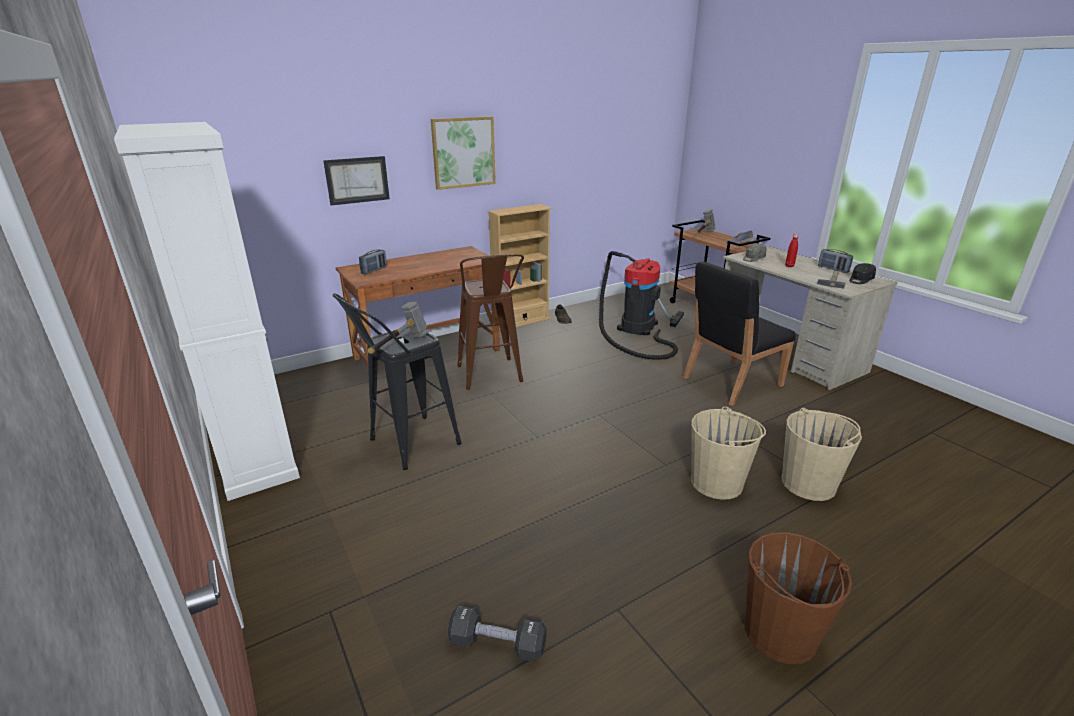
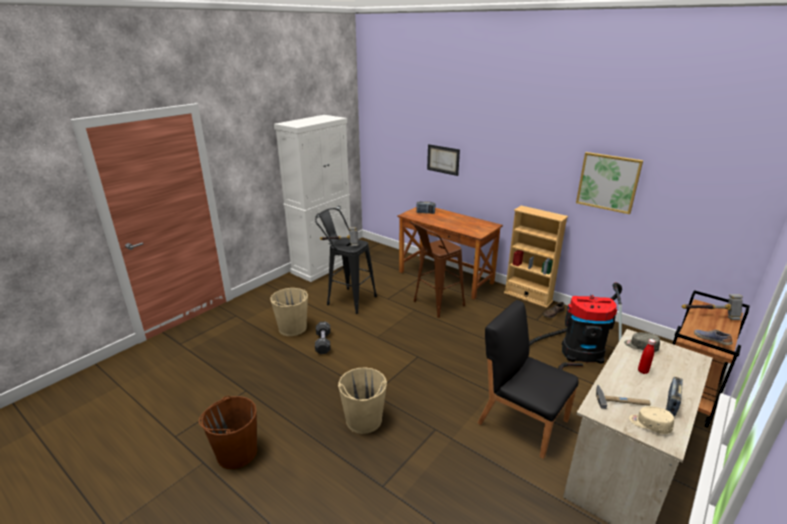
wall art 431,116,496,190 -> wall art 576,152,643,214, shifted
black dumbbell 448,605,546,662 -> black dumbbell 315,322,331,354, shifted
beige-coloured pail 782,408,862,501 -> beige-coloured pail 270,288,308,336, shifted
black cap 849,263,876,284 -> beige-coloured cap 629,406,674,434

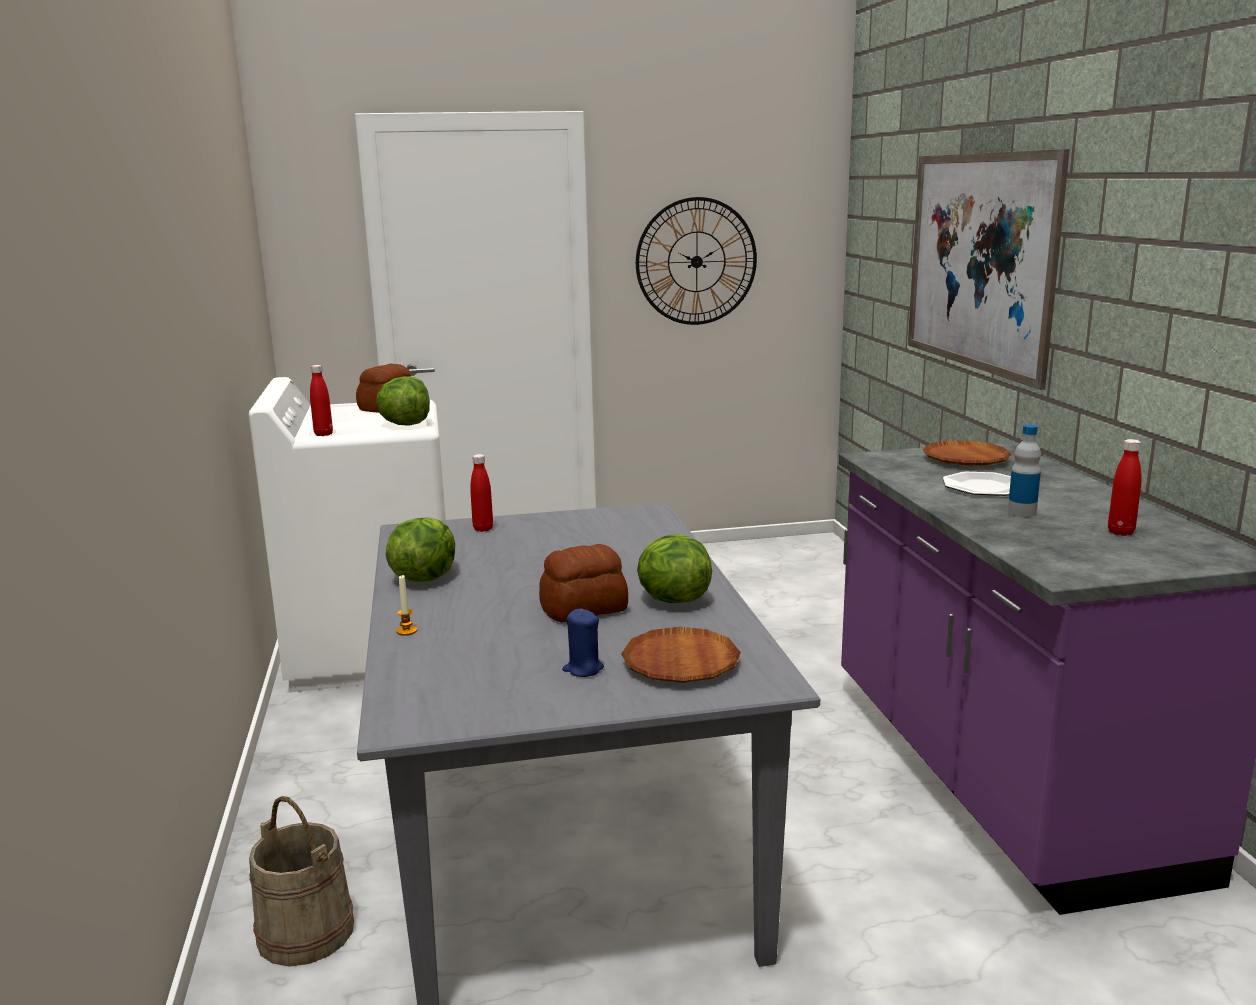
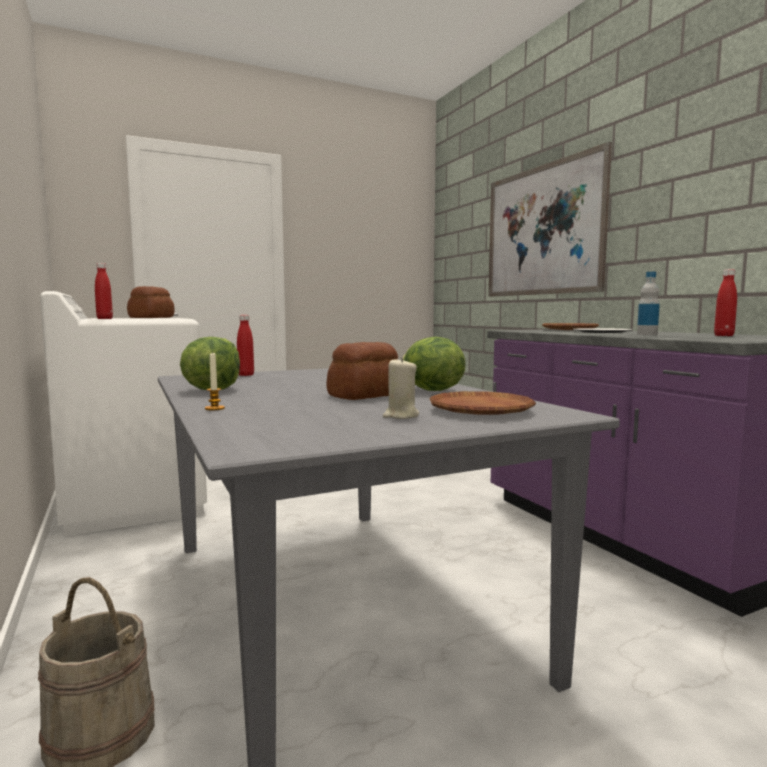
head of lettuce 376,376,430,426 -> none
bluish wax light 562,609,604,677 -> beige-coloured wax light 383,357,419,419
hanging clock 636,197,757,325 -> none

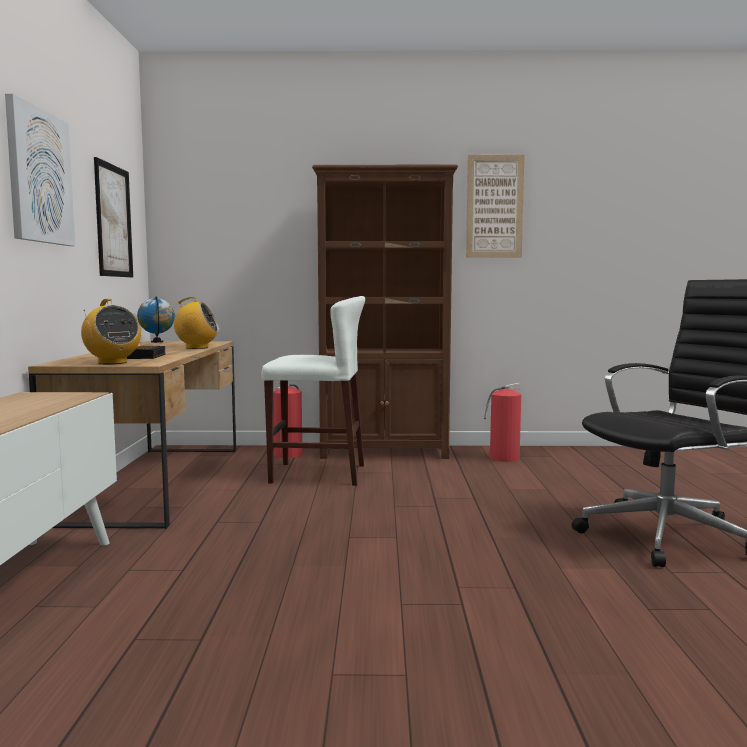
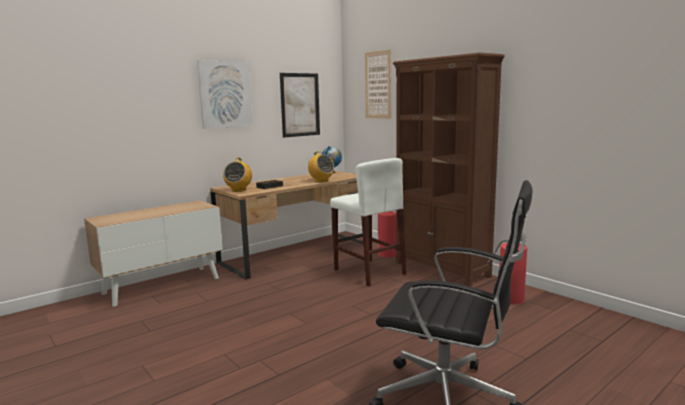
wall art 466,155,524,257 -> wall art 365,49,392,119, shifted

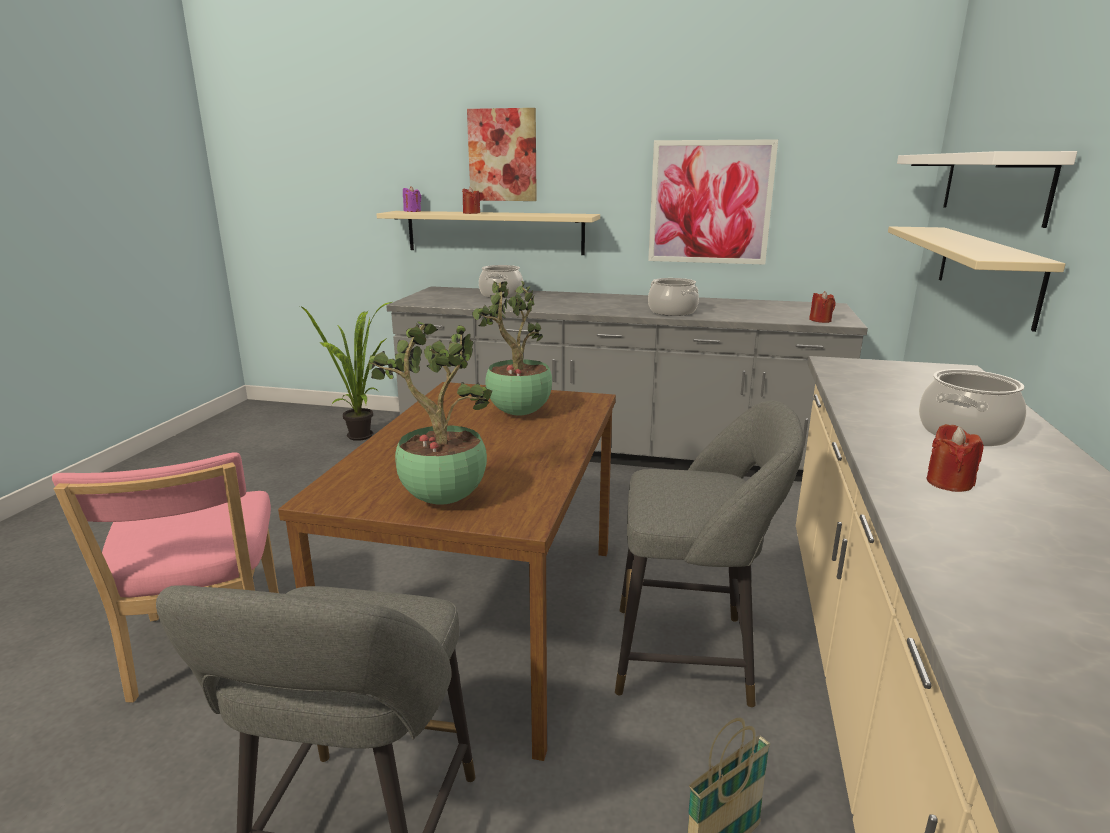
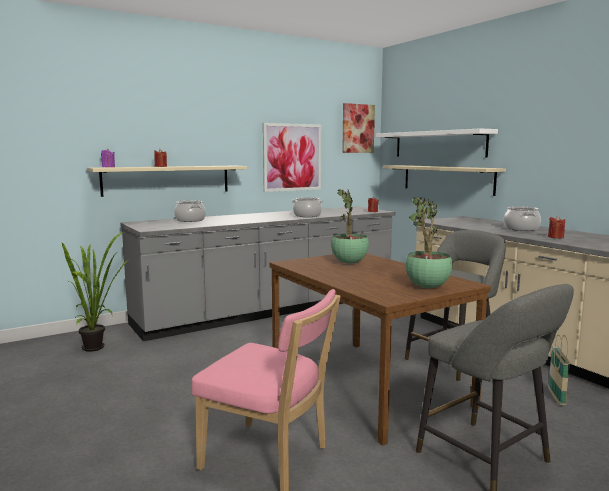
wall art 467,108,537,201 -> wall art 342,103,375,153, shifted

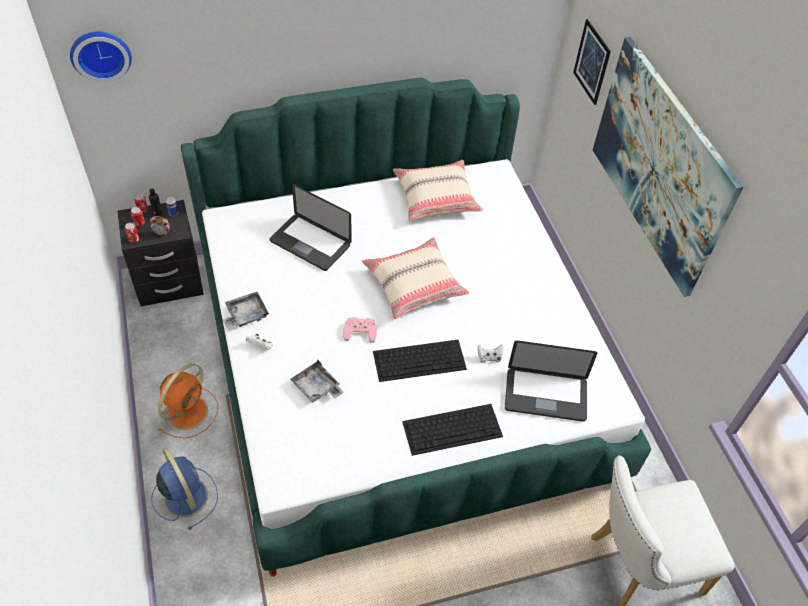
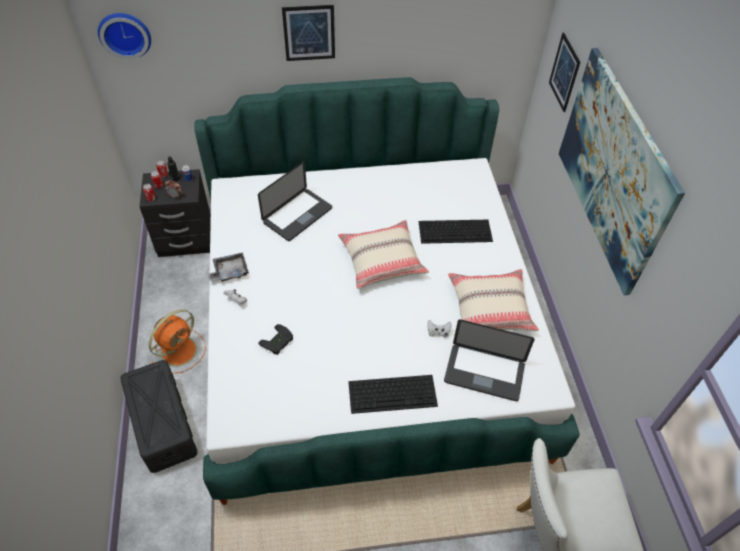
bluish fan 151,448,218,530 -> black storage bin 120,360,197,473
notebook computer 269,184,352,271 -> notebook computer 258,161,332,241, 90 degrees counterclockwise
gray tray 290,360,344,403 -> black gamepad 258,324,293,355
pinkish gamepad 343,317,377,343 -> none
PC keyboard 373,340,467,382 -> PC keyboard 419,220,493,244, shifted
beige-coloured throw pillow 393,160,483,221 -> beige-coloured throw pillow 448,269,539,331, shifted
none -> wall art 282,5,335,61

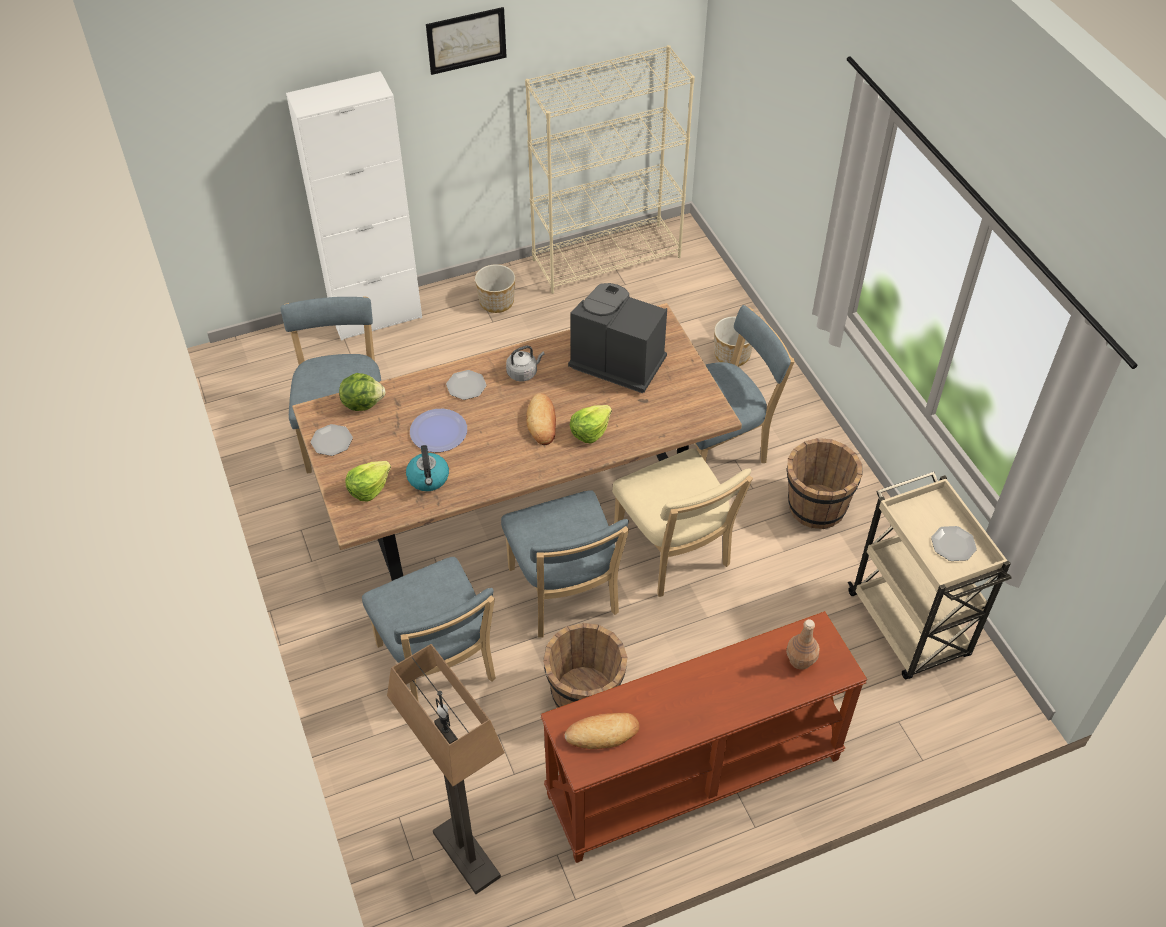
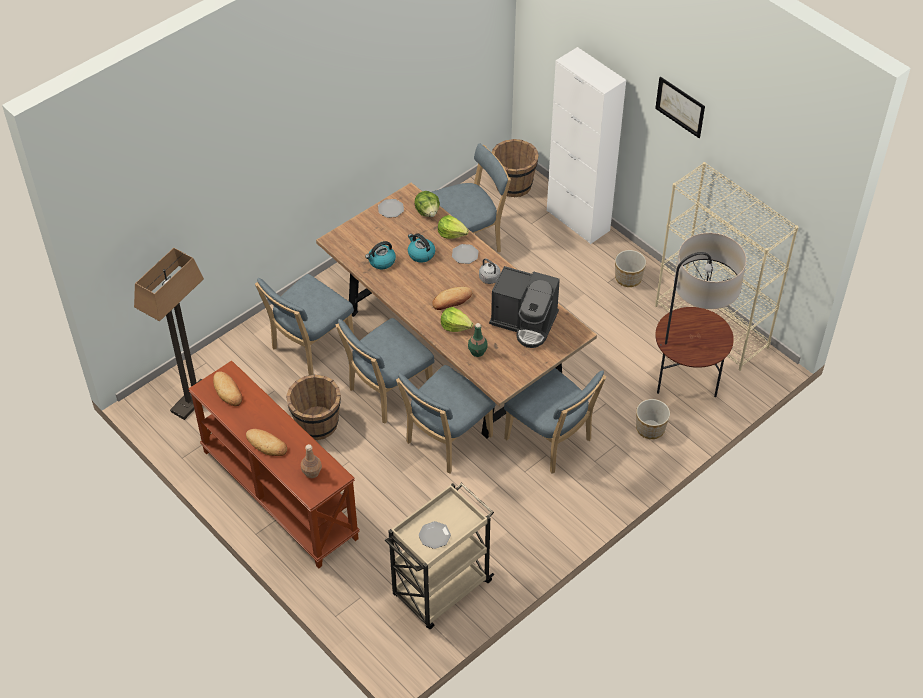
head of lettuce 345,461,391,502 -> head of lettuce 438,215,469,239, shifted
flat dish 410,409,467,452 -> kettle 408,234,435,263
coffee brewer 568,283,667,393 -> coffee brewer 489,266,560,348, 105 degrees clockwise
beige-coloured plain chair 612,449,753,597 -> bluish plain chair 396,365,496,473
brown pail 787,438,863,529 -> brown pail 492,139,539,197, shifted
none -> baked bread 246,429,287,456
none -> green-coloured bottle 468,323,488,357
none -> standard lamp 655,233,746,397

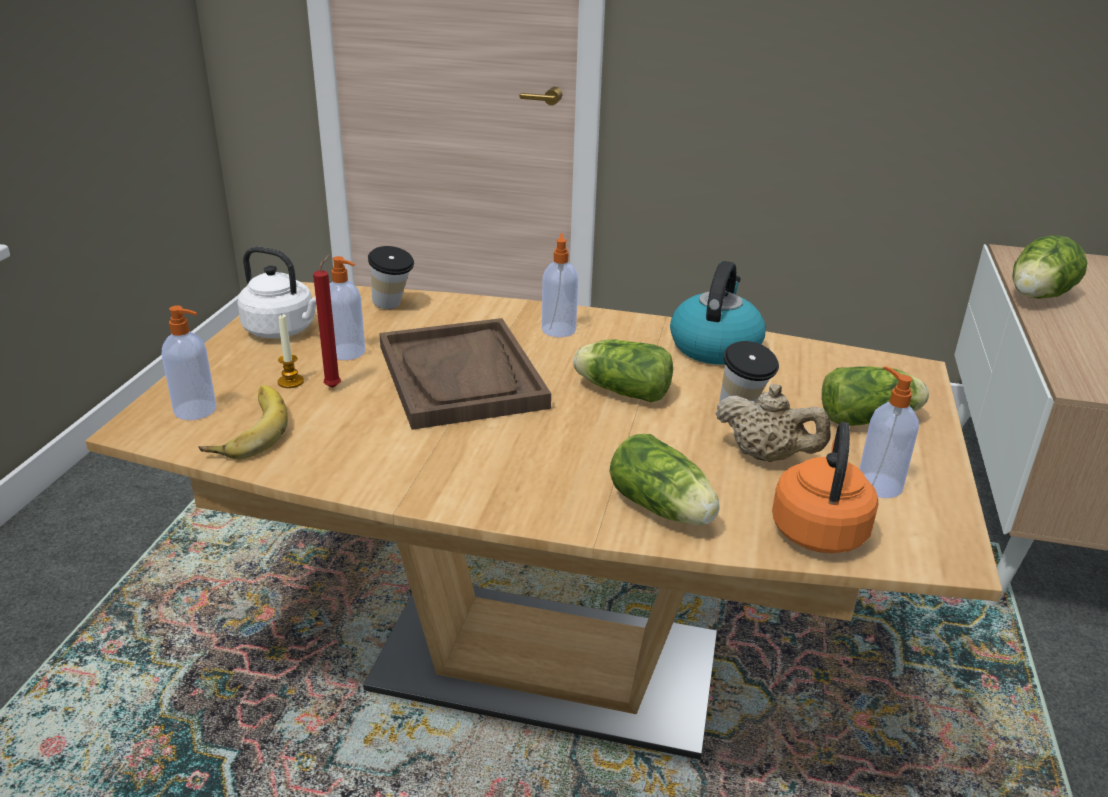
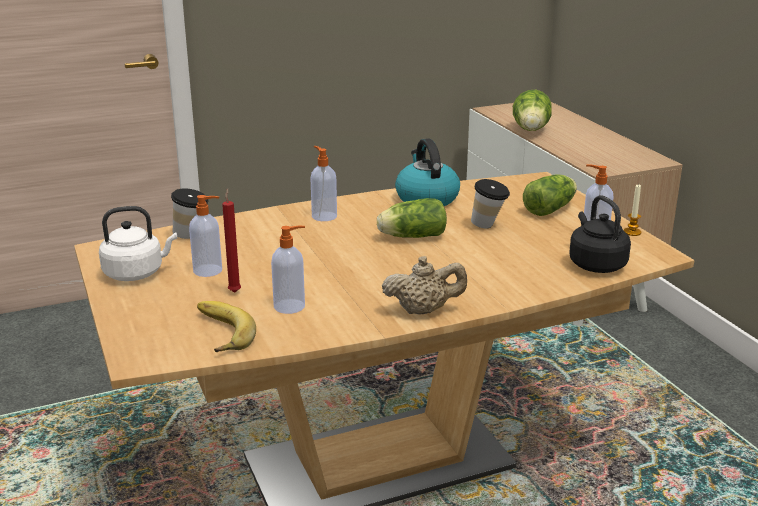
liquid soap bottle 161,305,216,420 -> liquid soap bottle 271,226,305,314, shifted
wax light 278,315,304,388 -> wax light 624,184,641,236, shifted
brown tray 379,318,551,430 -> none
head of lettuce 610,434,720,526 -> none
beige-coloured teapot 716,384,831,462 -> beige-coloured teapot 382,256,467,315, shifted
orange kettle 772,422,878,553 -> black kettle 569,195,631,273

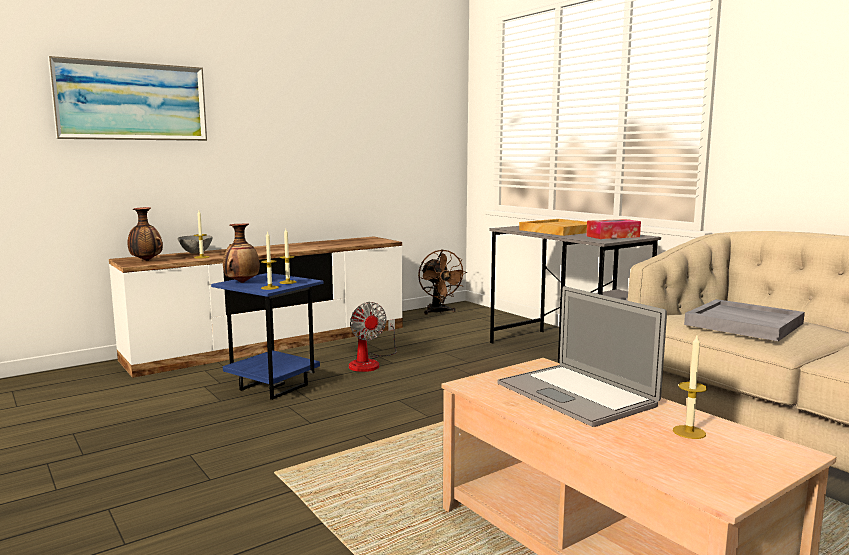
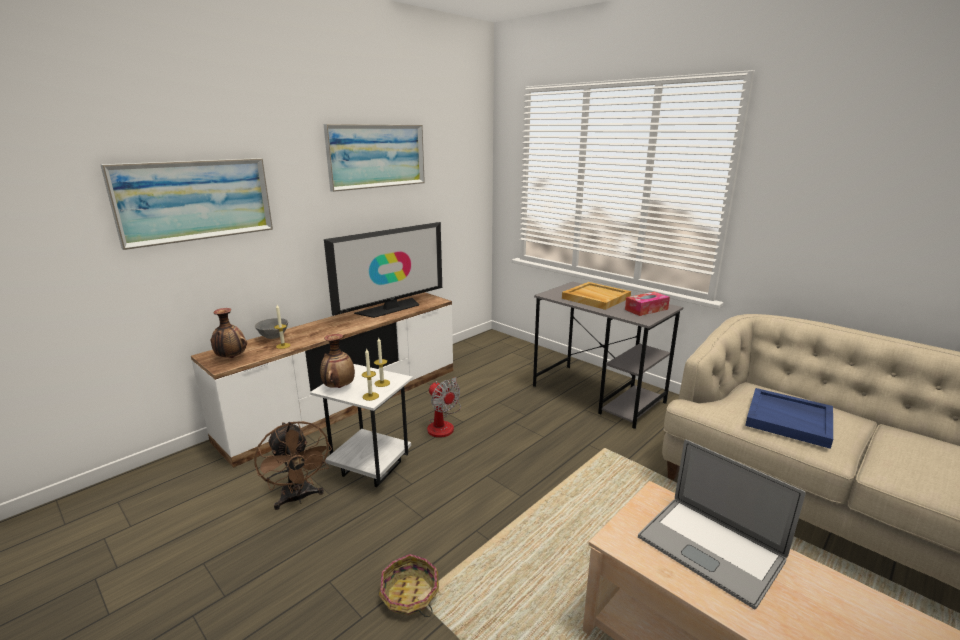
bluish side table 211,273,324,400 -> whitish side table 310,364,413,488
brown fan 418,249,467,315 -> brown fan 254,421,332,510, shifted
wax light 673,336,707,439 -> none
gray tray 684,299,805,341 -> bluish tray 745,388,833,449
none -> wall art 324,124,425,192
none -> TV 324,222,442,318
none -> household basket 379,554,439,617

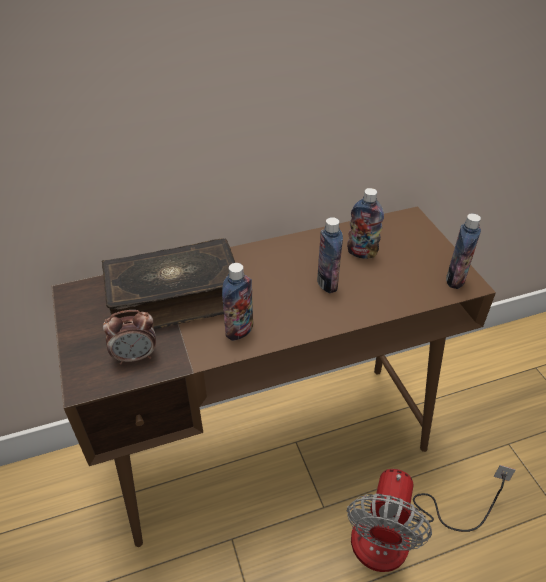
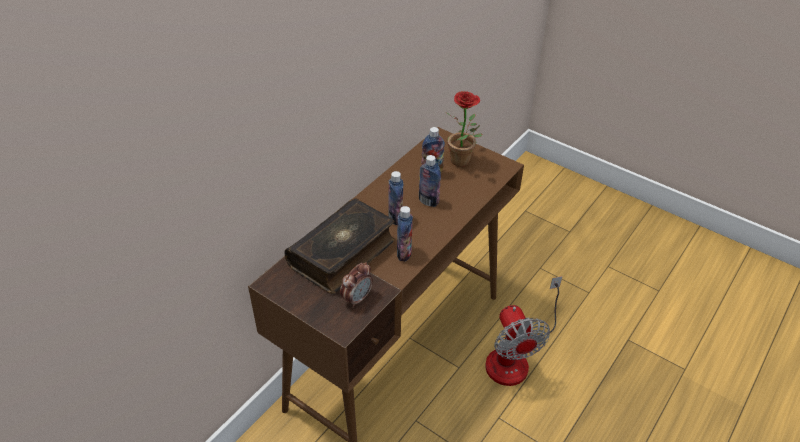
bottle 446,214,481,289 -> bottle 389,171,403,225, shifted
none -> plant in a pot 446,91,483,167

